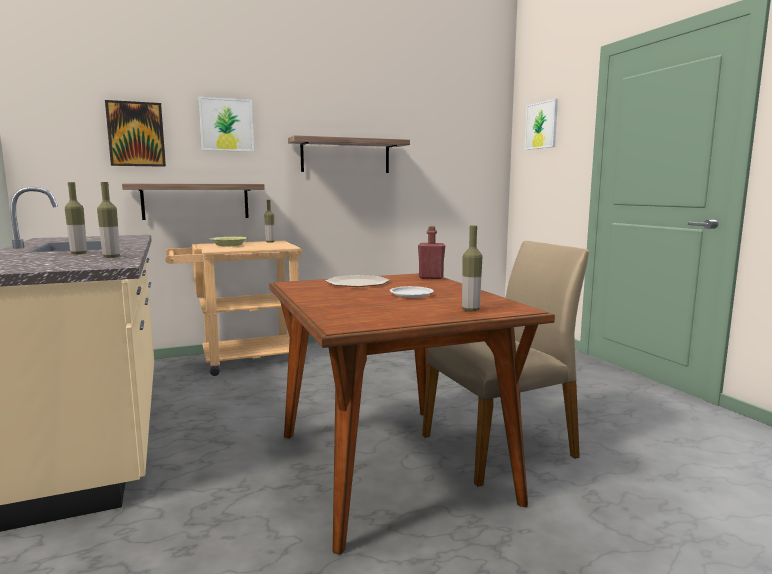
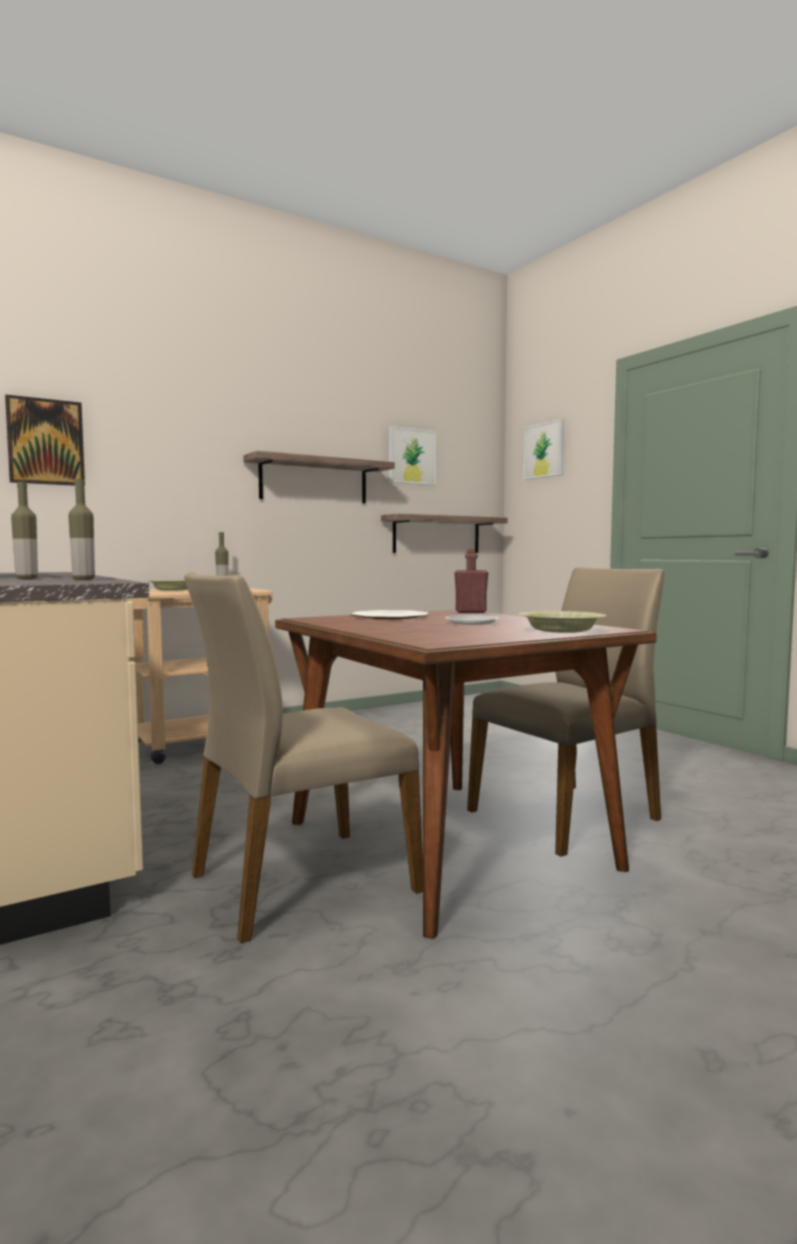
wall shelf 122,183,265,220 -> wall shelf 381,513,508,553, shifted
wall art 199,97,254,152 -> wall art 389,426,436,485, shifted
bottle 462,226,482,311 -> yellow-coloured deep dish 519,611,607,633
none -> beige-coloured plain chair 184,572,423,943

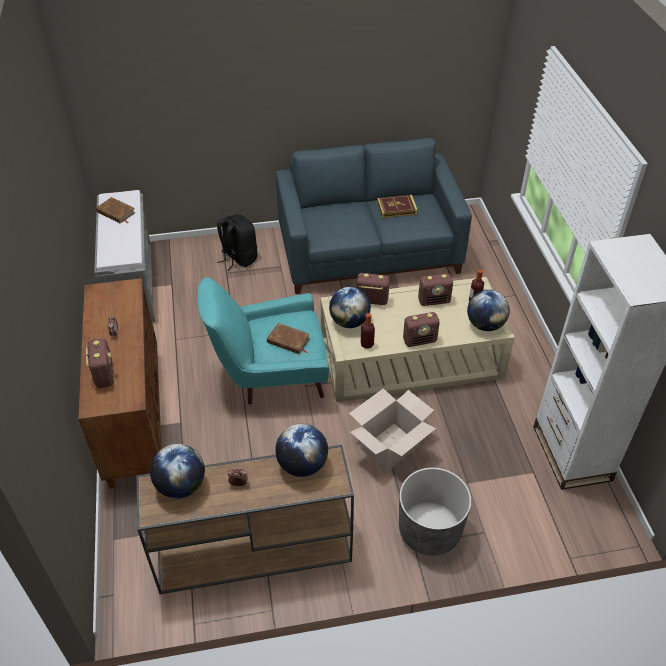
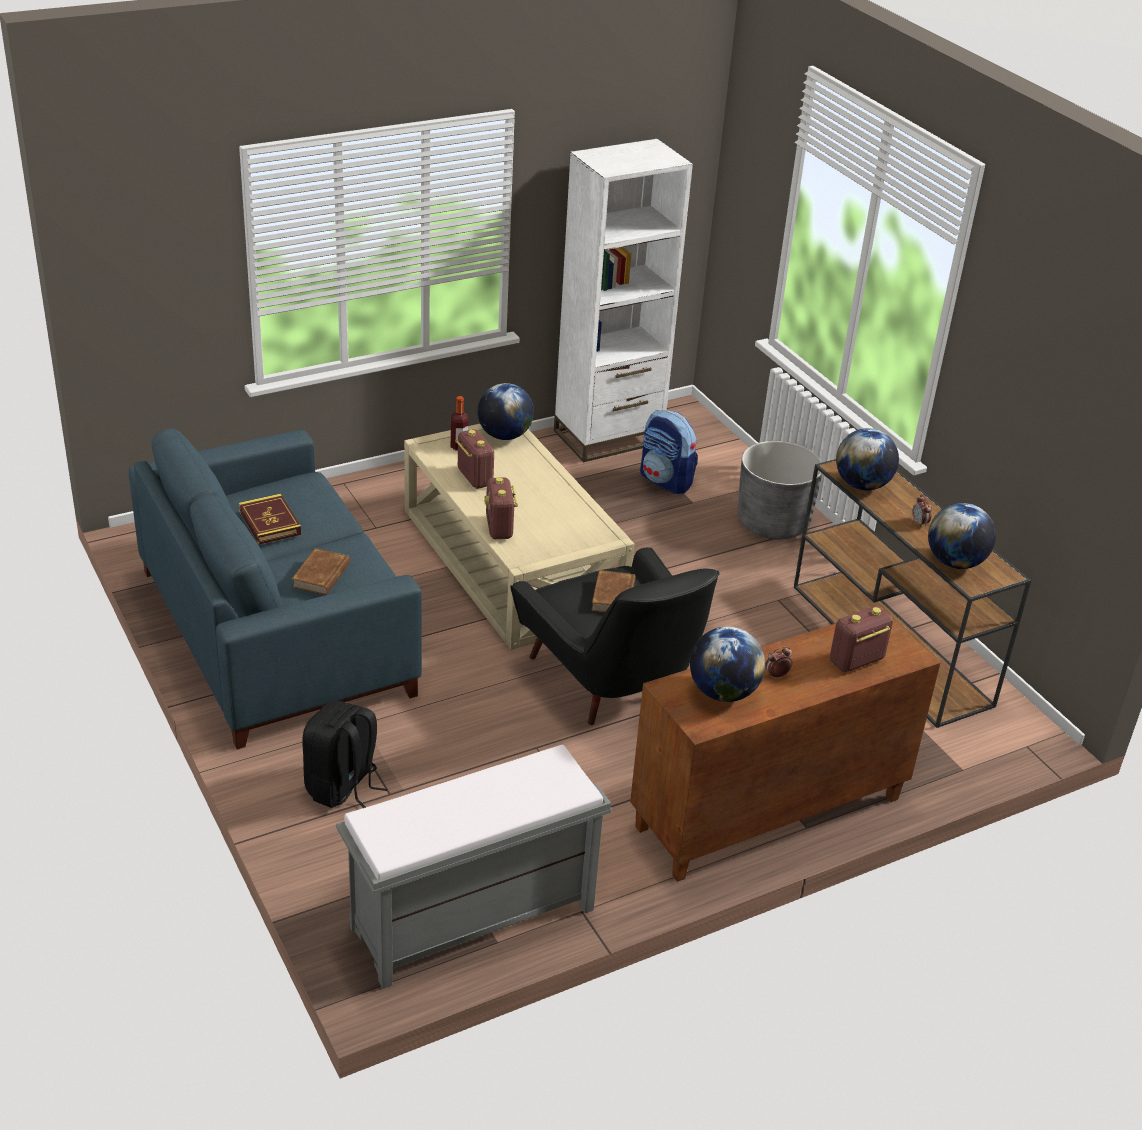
brown volume 96,197,135,224 -> brown volume 292,548,350,595, shifted
turquoise-coloured lounge chair 197,277,329,405 -> black lounge chair 510,547,719,725
globe 329,287,371,328 -> globe 690,626,765,702, shifted
carton 349,388,436,472 -> none
bottle 361,313,375,349 -> none
radio 403,312,440,347 -> none
none -> rucksack 640,410,698,494

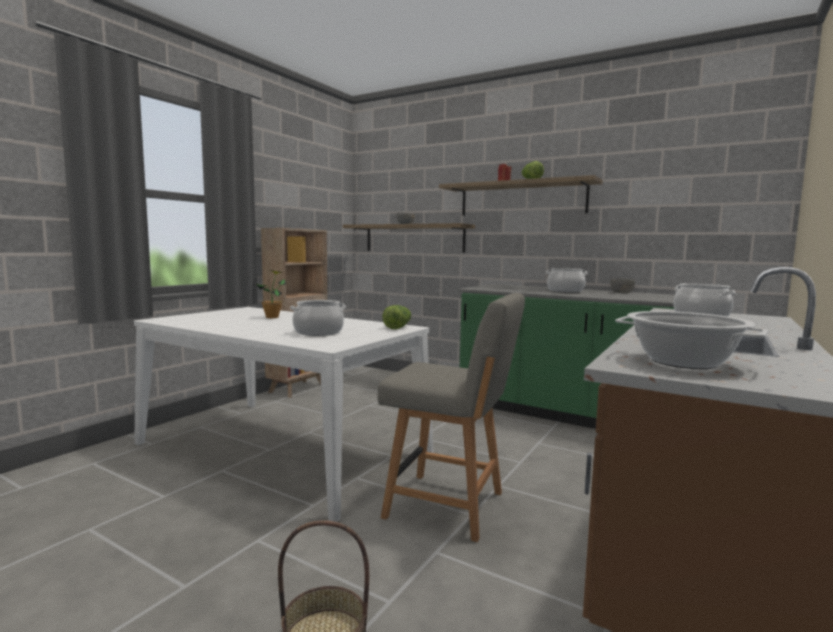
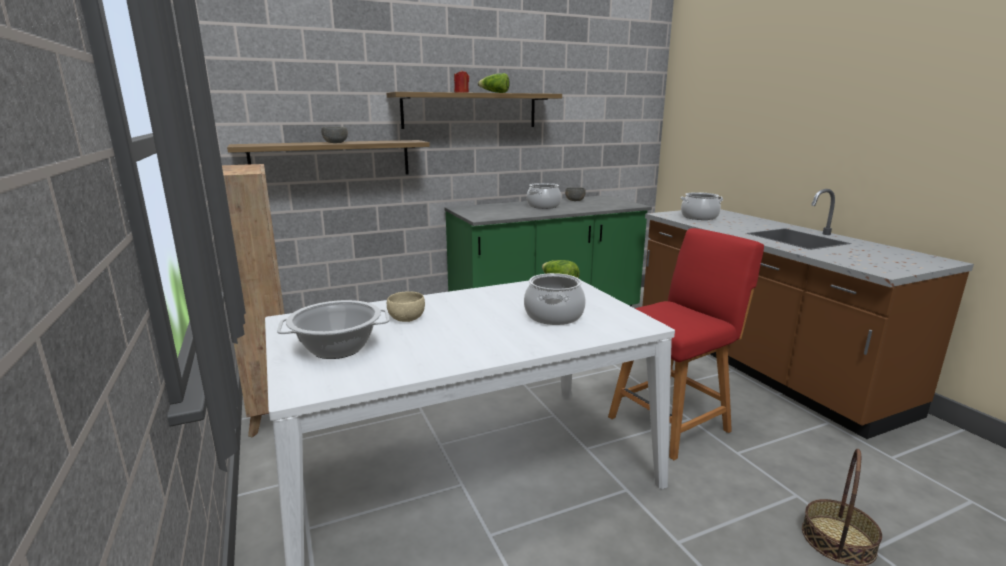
plant in a pot 256,270,287,318 -> beige-coloured deep dish 387,291,425,322
gray plain chair 377,293,525,542 -> reddish plain chair 608,228,764,460
cooking pot 615,311,768,369 -> cooking pot 277,300,390,359, shifted

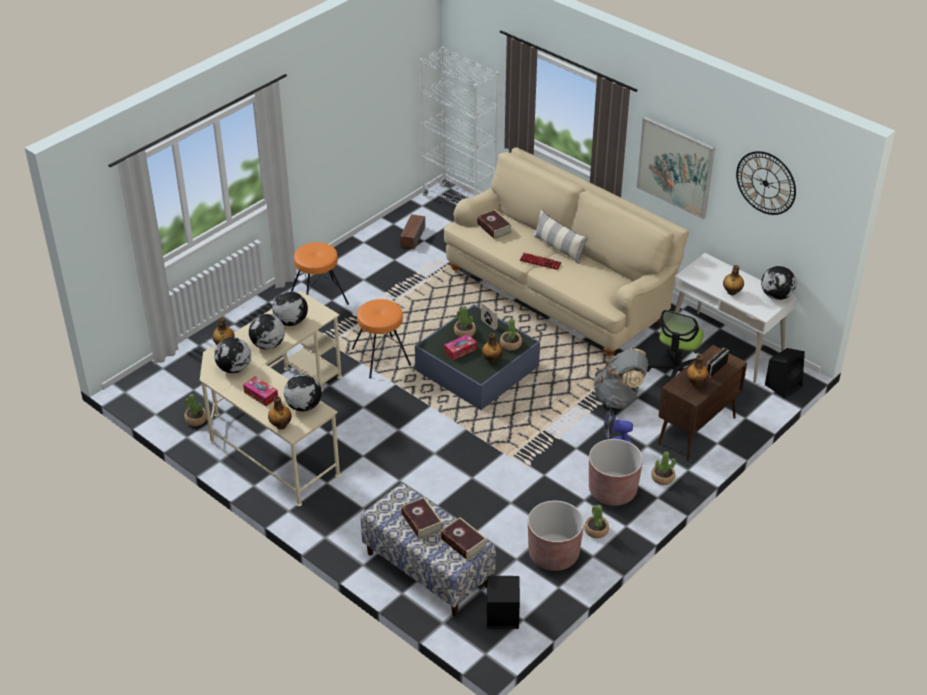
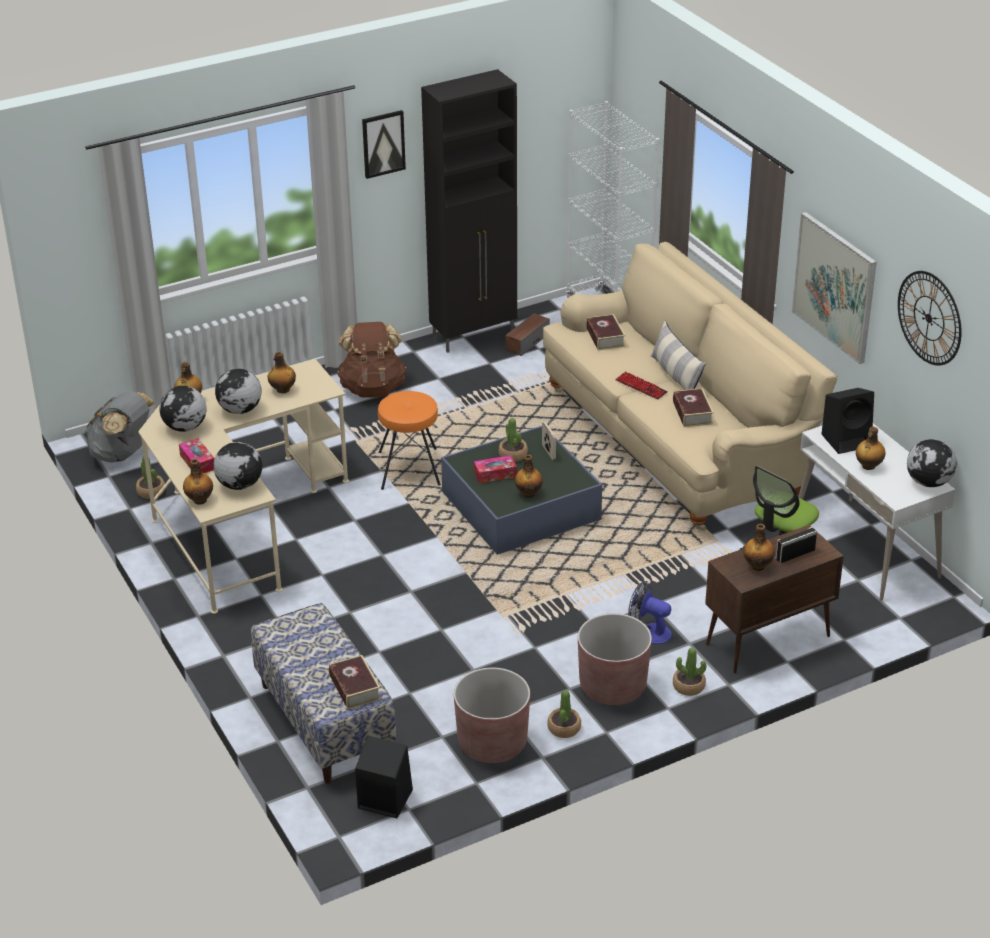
globe 272,291,308,326 -> bottle 268,351,296,393
orange sitting stool 291,242,349,305 -> brown rucksack 337,322,407,398
volume 401,497,443,540 -> volume 673,388,714,427, shifted
plant in a pot 500,319,522,351 -> none
gray rucksack 593,348,648,409 -> gray rucksack 85,391,156,462, shifted
black speaker 765,348,805,398 -> black speaker 822,388,874,454, shifted
none -> wall art 362,110,406,179
none -> black cupboard 421,69,517,353

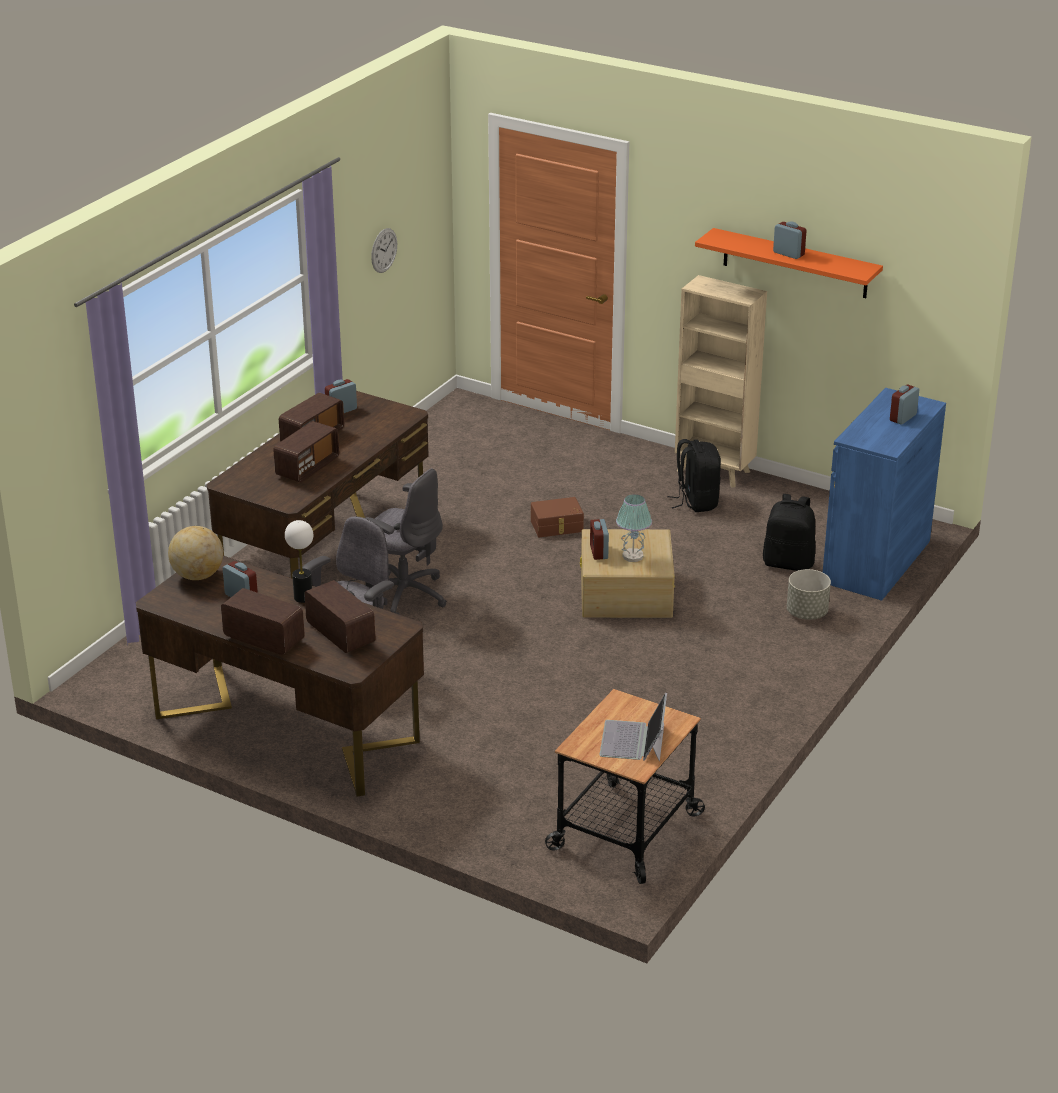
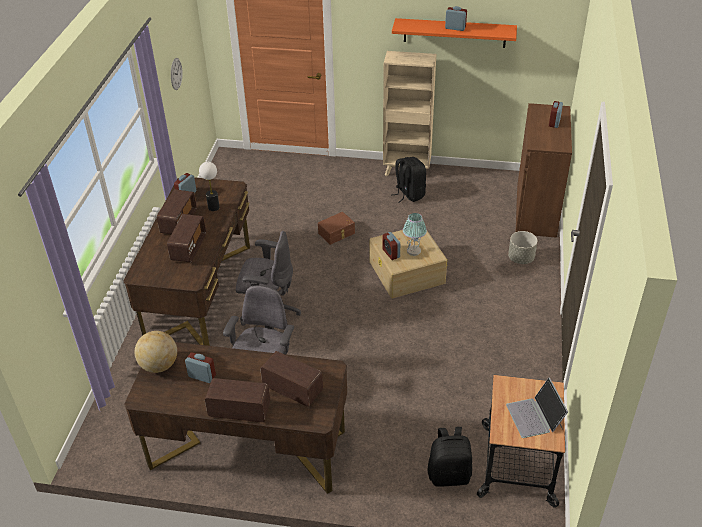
tabletop lamp 285,520,313,603 -> tabletop lamp 199,162,220,211, shifted
black rucksack 763,494,815,571 -> black rucksack 427,427,472,487, shifted
bluish cupboard 823,388,946,601 -> brown cupboard 516,103,572,238

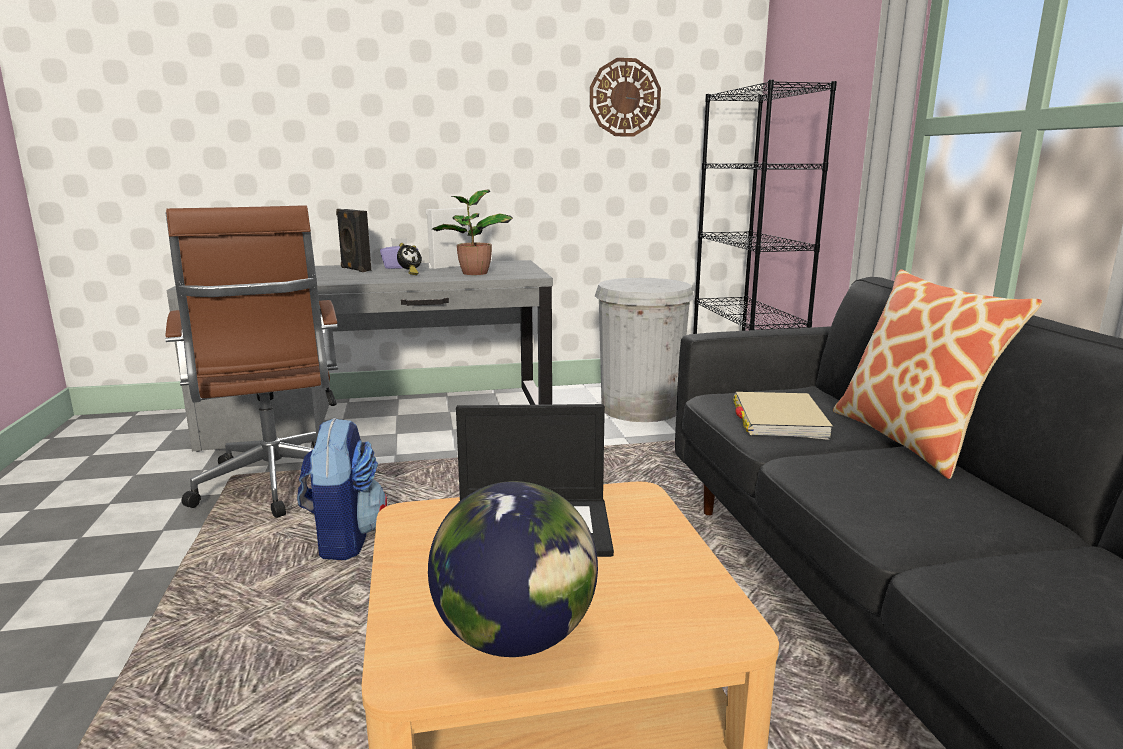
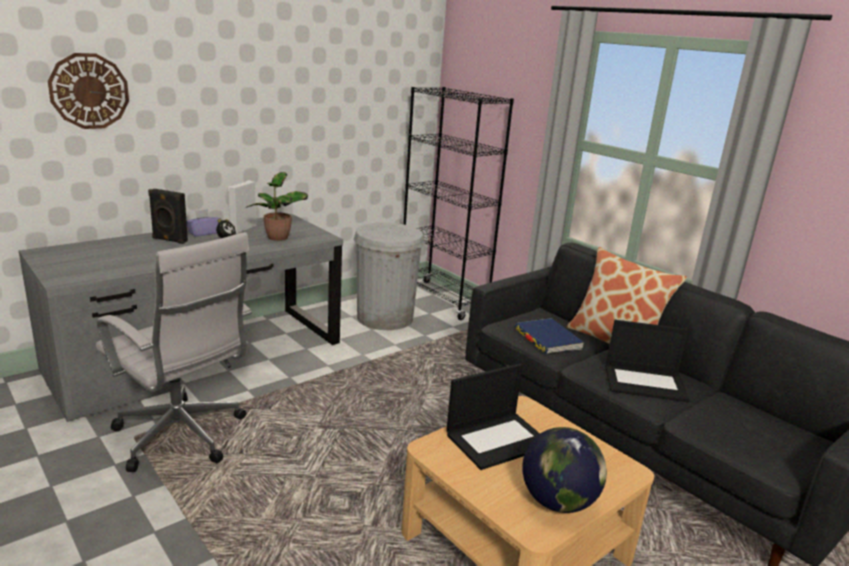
brown office chair 165,205,338,518 -> whitish office chair 96,232,252,472
rucksack 297,418,387,560 -> none
hanging clock 590,58,661,136 -> hanging clock 48,53,129,129, shifted
beige-coloured volume 733,392,833,440 -> bluish volume 515,318,584,354
none -> notebook computer 605,320,690,402

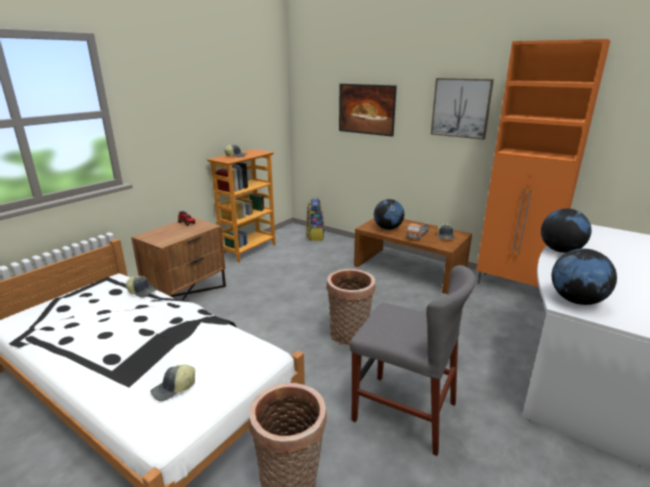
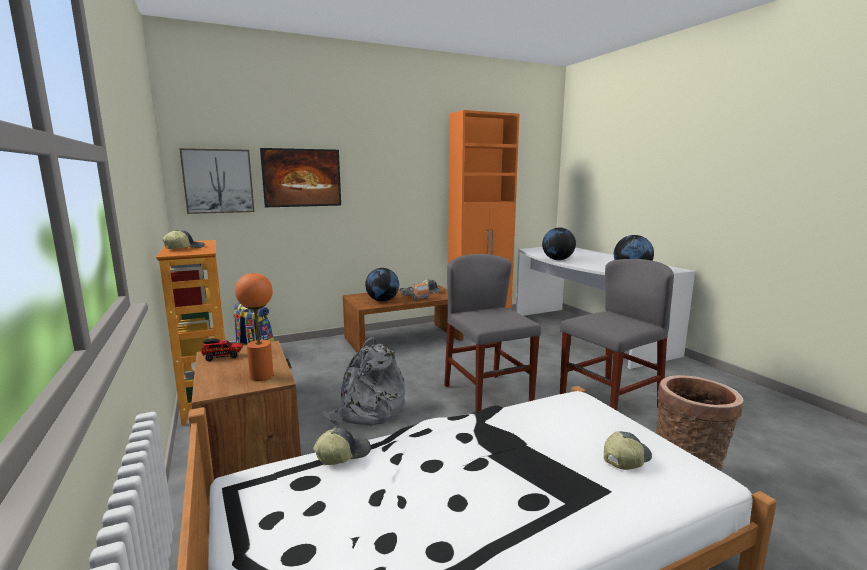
cap 150,365,195,401 -> cap 604,431,652,470, 120 degrees counterclockwise
household basket 326,269,375,345 -> gray plain chair 444,254,541,412
wall art 431,78,494,140 -> wall art 179,148,254,214, shifted
none -> orange tabletop lamp 235,273,274,381
none -> gray rucksack 322,337,405,426

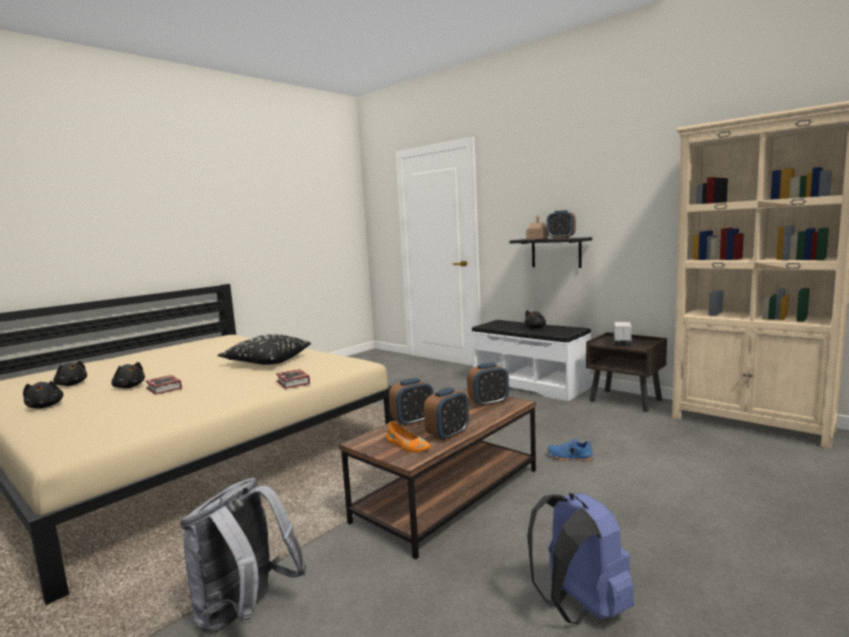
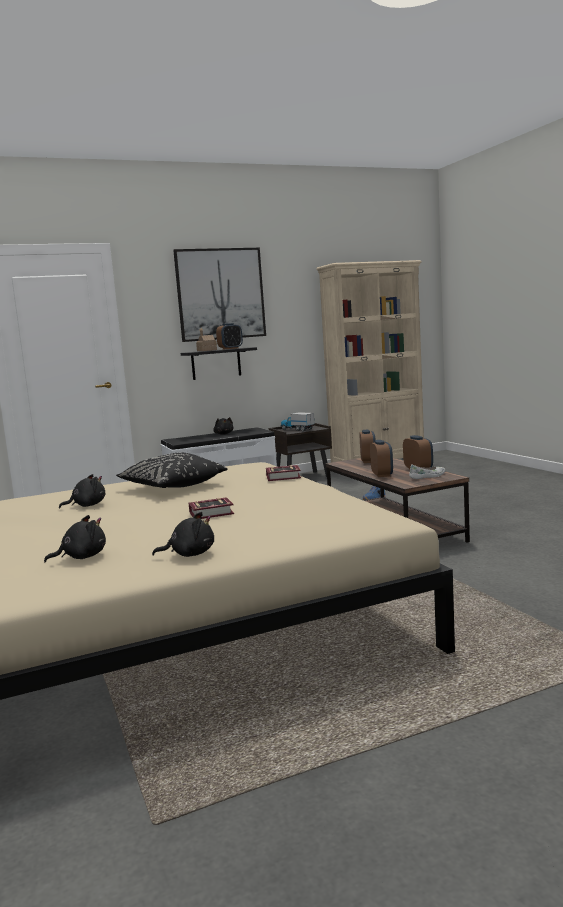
black plush toy 111,362,145,388 -> black plush toy 59,474,105,508, shifted
gray rucksack 180,478,307,633 -> none
orange shoe 386,421,431,452 -> whitish shoe 409,464,445,479
bluish rucksack 527,493,634,624 -> none
none -> wall art 173,248,266,342

